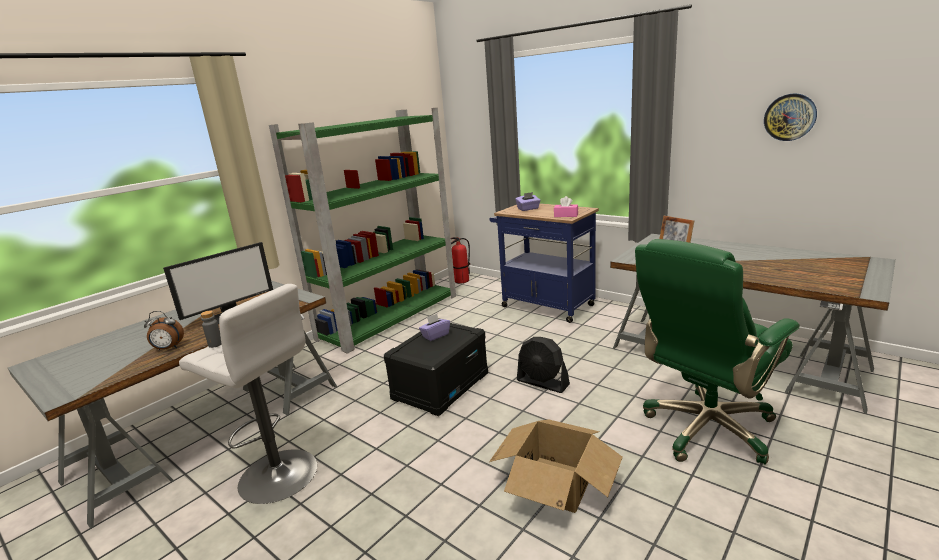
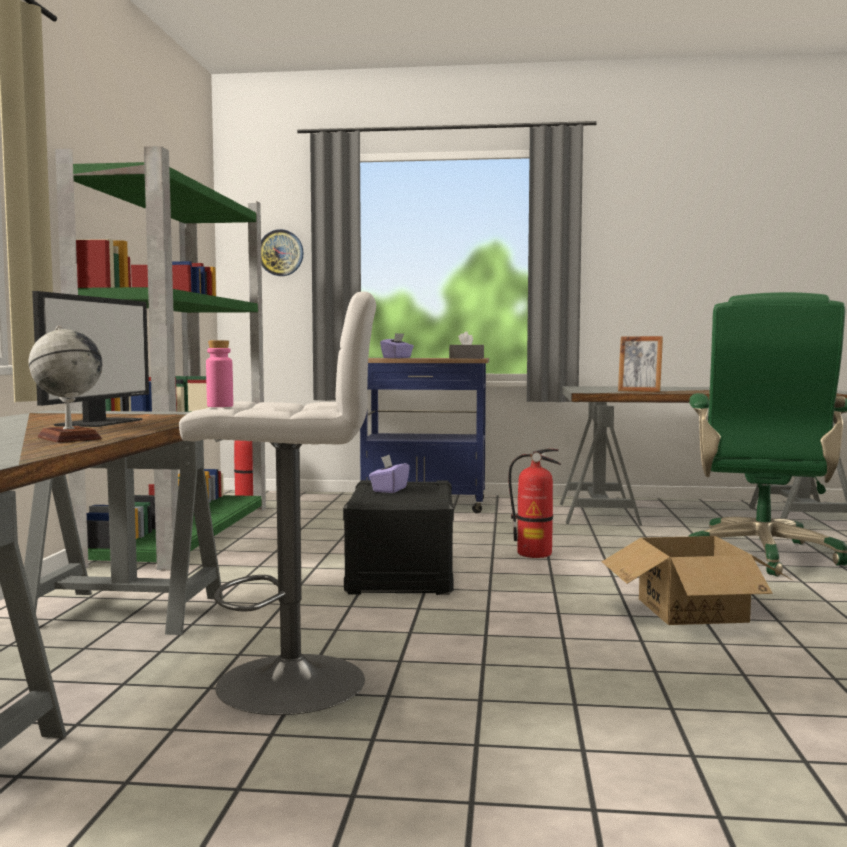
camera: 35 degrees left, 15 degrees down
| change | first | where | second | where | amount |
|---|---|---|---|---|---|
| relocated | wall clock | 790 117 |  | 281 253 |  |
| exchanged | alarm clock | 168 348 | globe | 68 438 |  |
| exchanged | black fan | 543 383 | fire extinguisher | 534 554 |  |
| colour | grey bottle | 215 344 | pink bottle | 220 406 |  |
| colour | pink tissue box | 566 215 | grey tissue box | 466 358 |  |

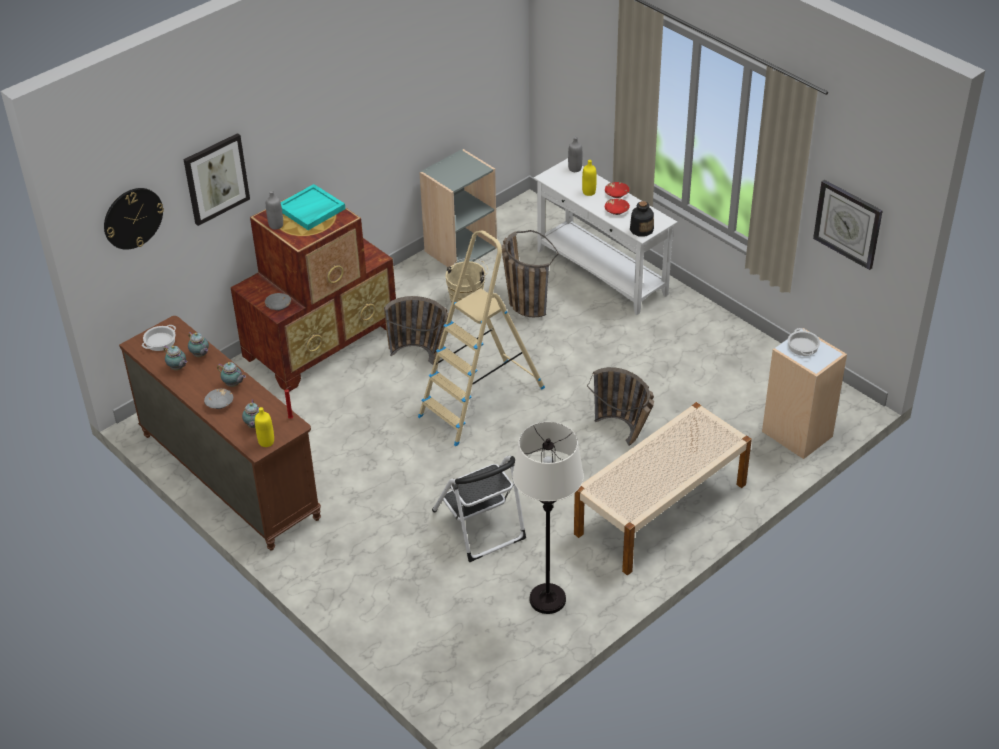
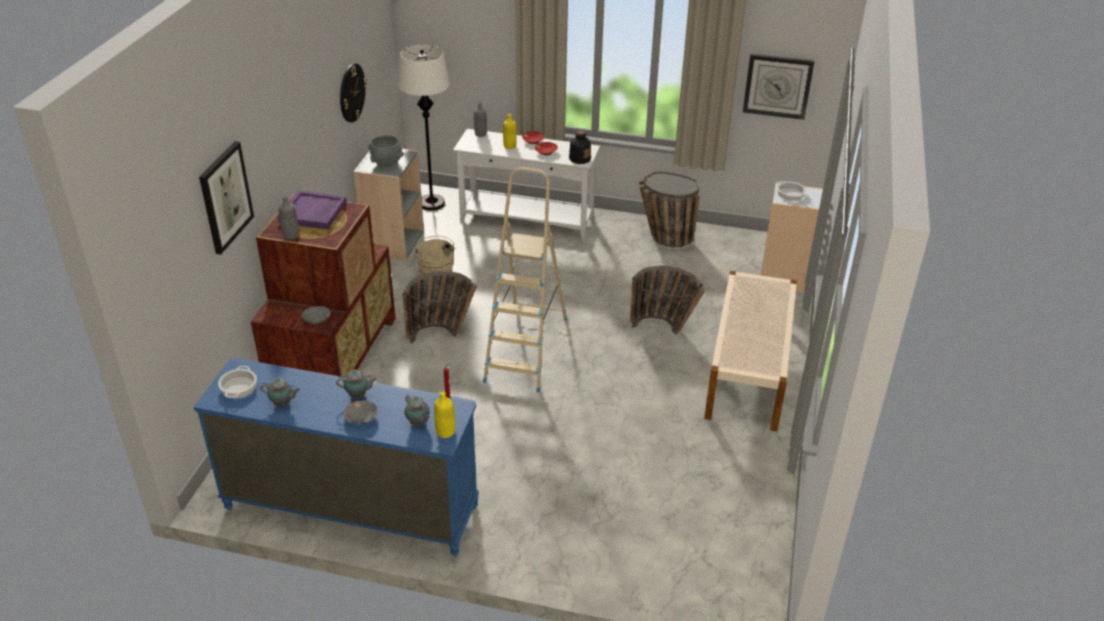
camera: 35 degrees left, 5 degrees down
| change | first | where | second | where | amount |
|---|---|---|---|---|---|
| missing | teapot | 200 355 |  |  |  |
| missing | step ladder | 480 527 |  |  |  |
| appeared |  |  | grey bowl | 387 163 |  |
| relocated | wall clock | 133 218 |  | 351 93 |  |
| relocated | basket | 522 300 |  | 662 237 |  |
| relocated | white floor lamp | 547 599 |  | 431 203 |  |
| colour | brown dresser | 229 476 | blue dresser | 350 507 |  |
| colour | turquoise tray | 311 209 | purple tray | 313 213 |  |

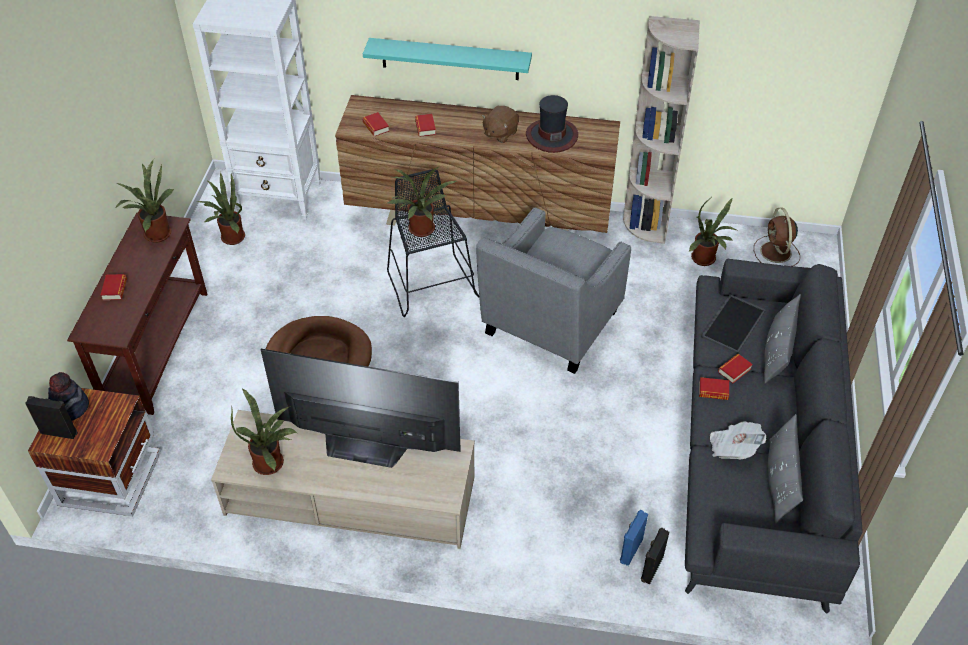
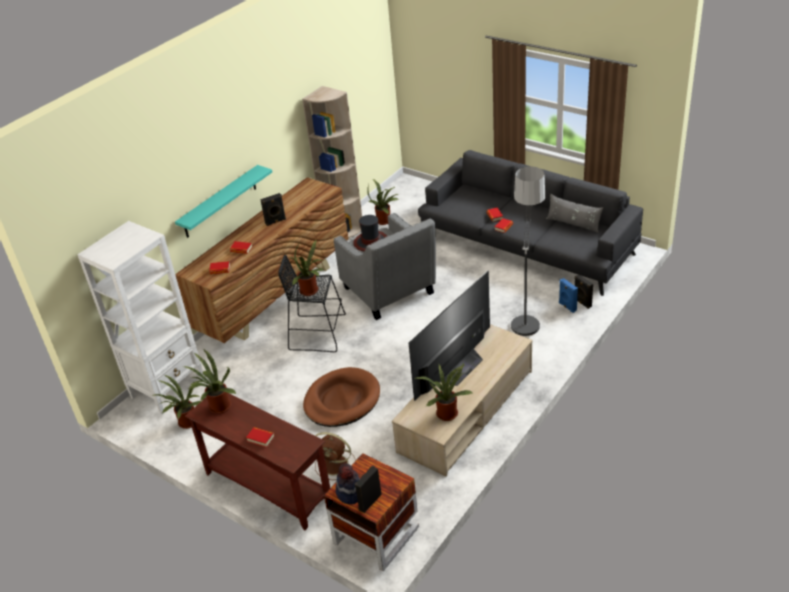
camera: 60 degrees left, 10 degrees down
| change | first | where | second | where | amount |
|---|---|---|---|---|---|
| missing | tray | 732 323 |  |  |  |
| missing | newspaper | 733 448 |  |  |  |
| missing | grey pillow | 776 352 |  |  |  |
| appeared |  |  | floor lamp | 525 312 |  |
| relocated | hat | 551 135 |  | 371 242 |  |
| relocated | brown fan | 776 253 |  | 336 465 |  |
| exchanged | brown plush toy | 500 133 | black speaker | 275 222 |  |

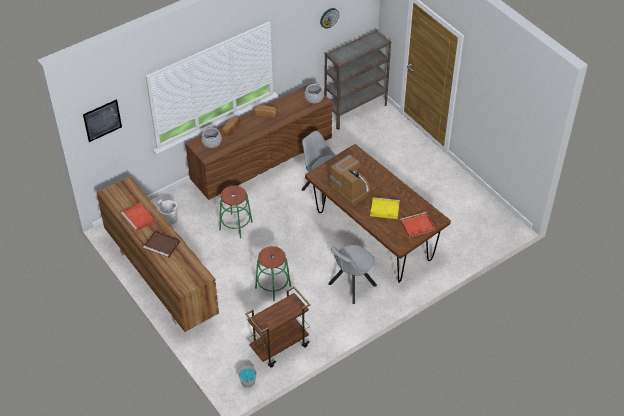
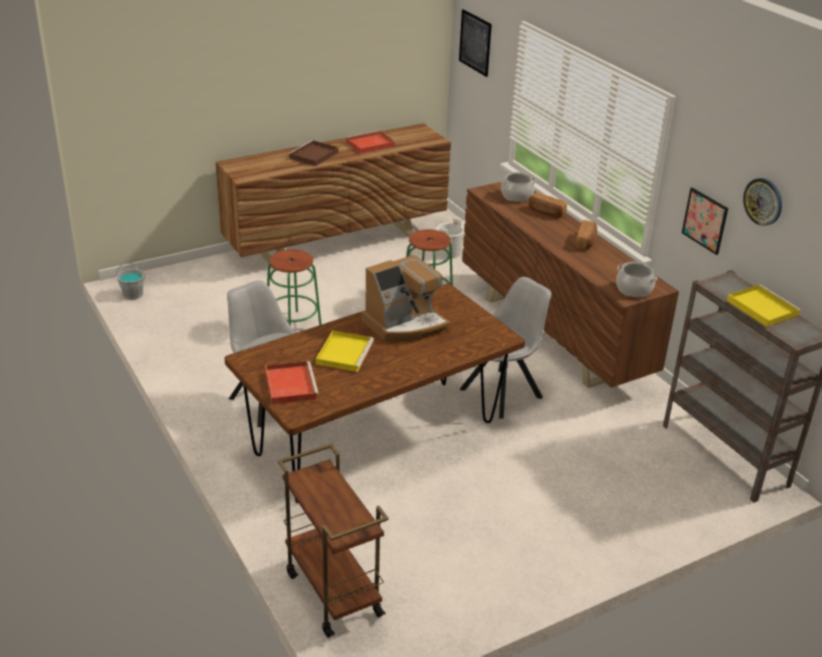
camera: 95 degrees right, 15 degrees down
| change | first | where | second | where | amount |
|---|---|---|---|---|---|
| appeared |  |  | picture | 705 220 |  |
| appeared |  |  | yellow tray | 761 307 |  |
| relocated | brown cart | 279 348 |  | 332 592 |  |

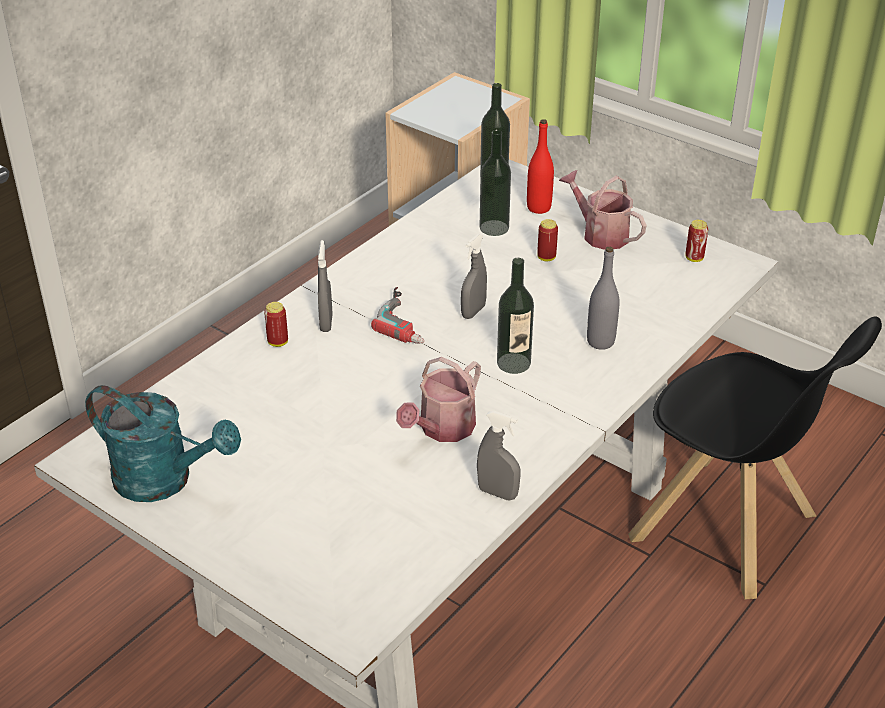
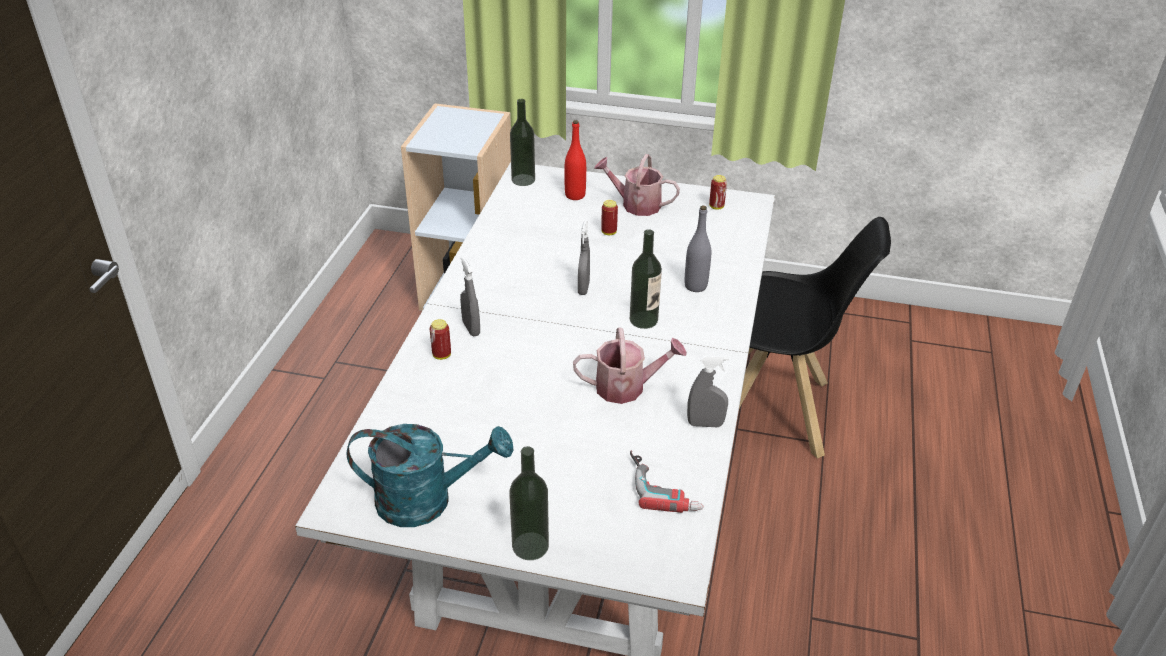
camera: 25 degrees left, 0 degrees up
| change | first | where | second | where | amount |
|---|---|---|---|---|---|
| relocated | power drill | 408 321 |  | 665 485 |  |
| relocated | bottle | 494 228 |  | 530 546 |  |
| spun | watering can | 442 429 |  | 627 387 | 105 degrees counterclockwise |

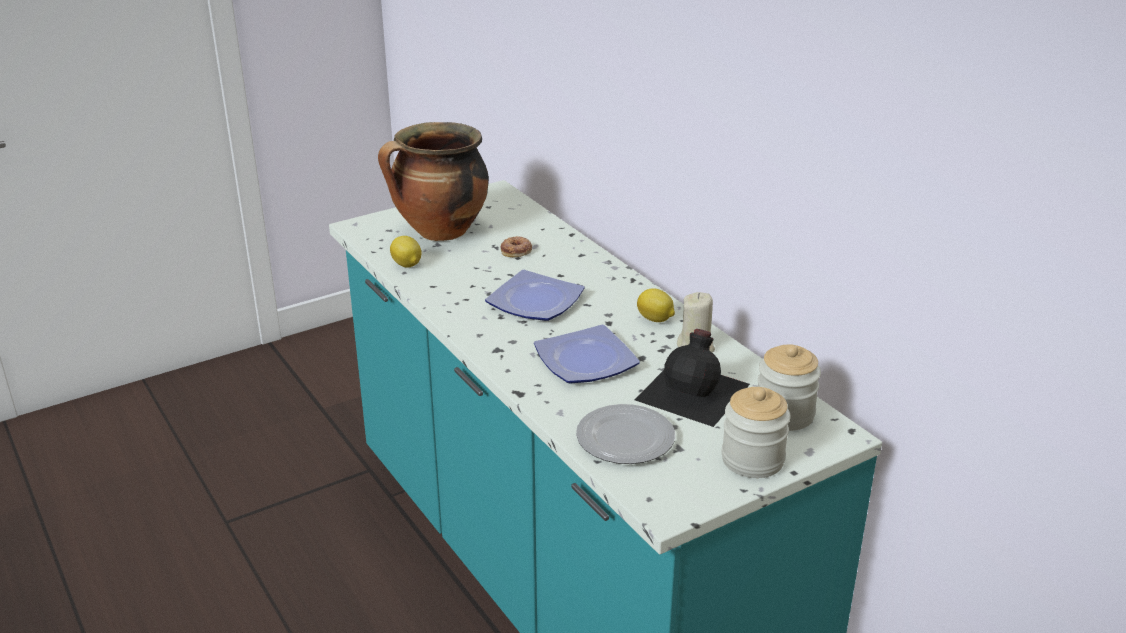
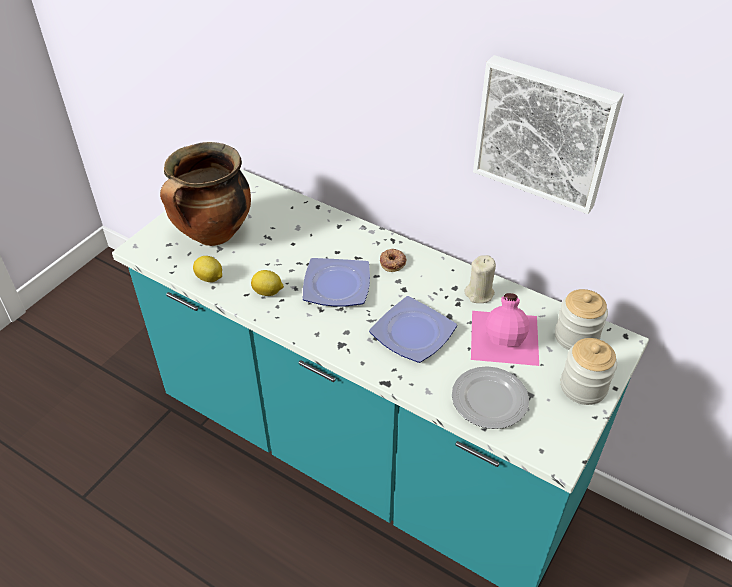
camera: 25 degrees left, 15 degrees up
| change | first | where | second | where | amount |
|---|---|---|---|---|---|
| appeared |  |  | picture | 545 132 |  |
| relocated | donut | 516 250 |  | 393 262 |  |
| relocated | lemon | 655 319 |  | 268 292 |  |
| colour | black bottle | 694 391 | pink bottle | 505 336 |  |

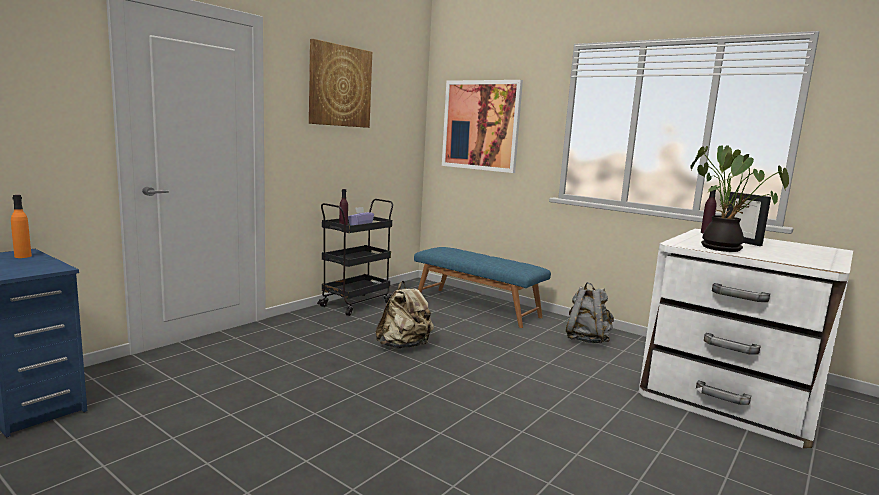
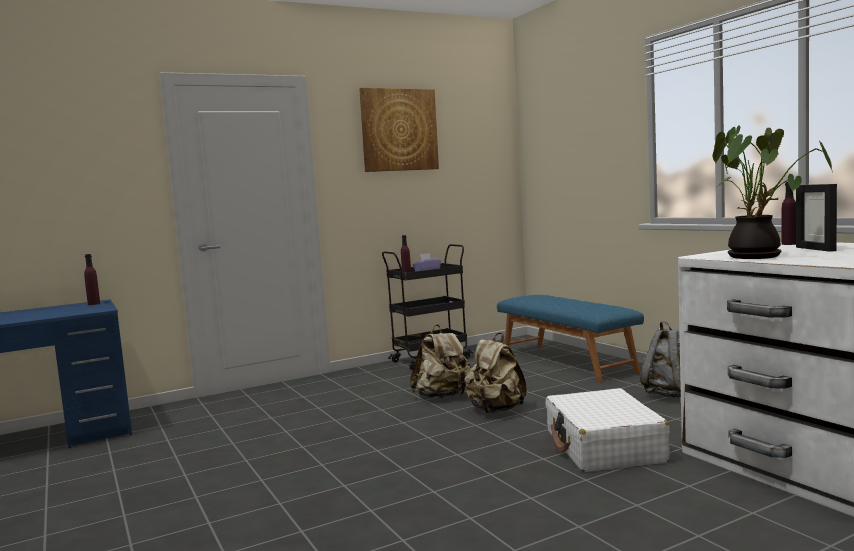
camera: 25 degrees right, 5 degrees down
| change | first | where | second | where | amount |
|---|---|---|---|---|---|
| missing | picture | 481 125 |  |  |  |
| appeared |  |  | beige backpack | 496 410 |  |
| appeared |  |  | white suitcase | 604 447 |  |
| colour | orange bottle | 23 256 | purple bottle | 94 304 |  |

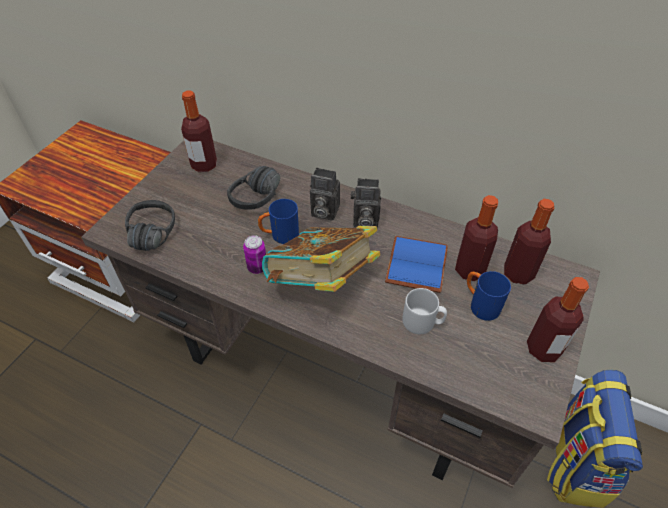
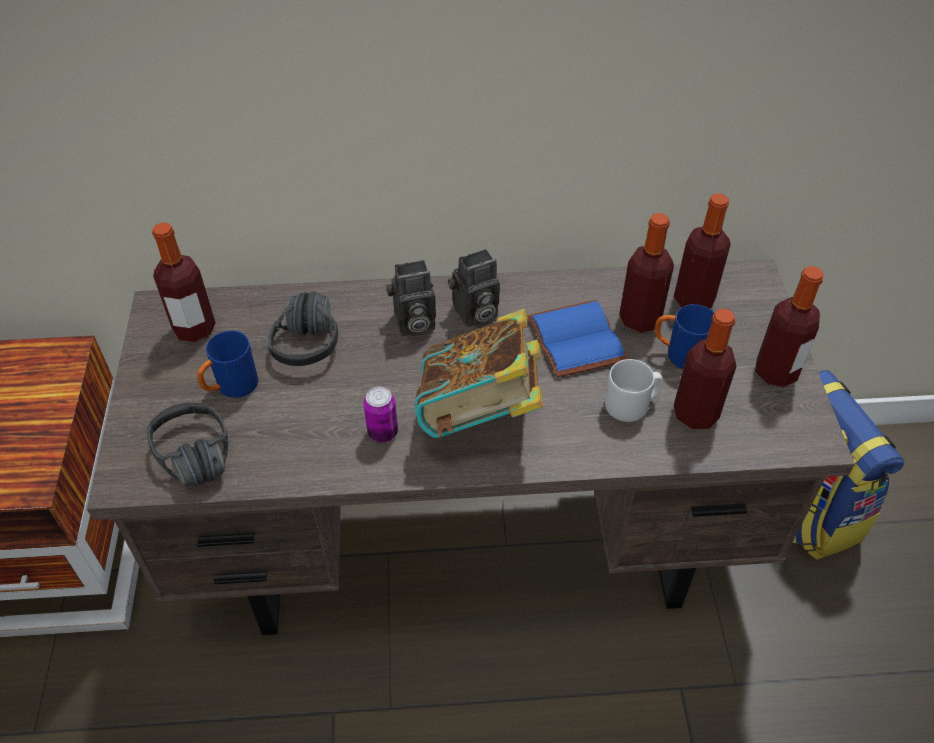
camera: 30 degrees left, 0 degrees up
| change | first | where | second | where | amount |
|---|---|---|---|---|---|
| appeared |  |  | bottle | 695 414 |  |
| relocated | blue mug | 280 236 |  | 231 388 |  |

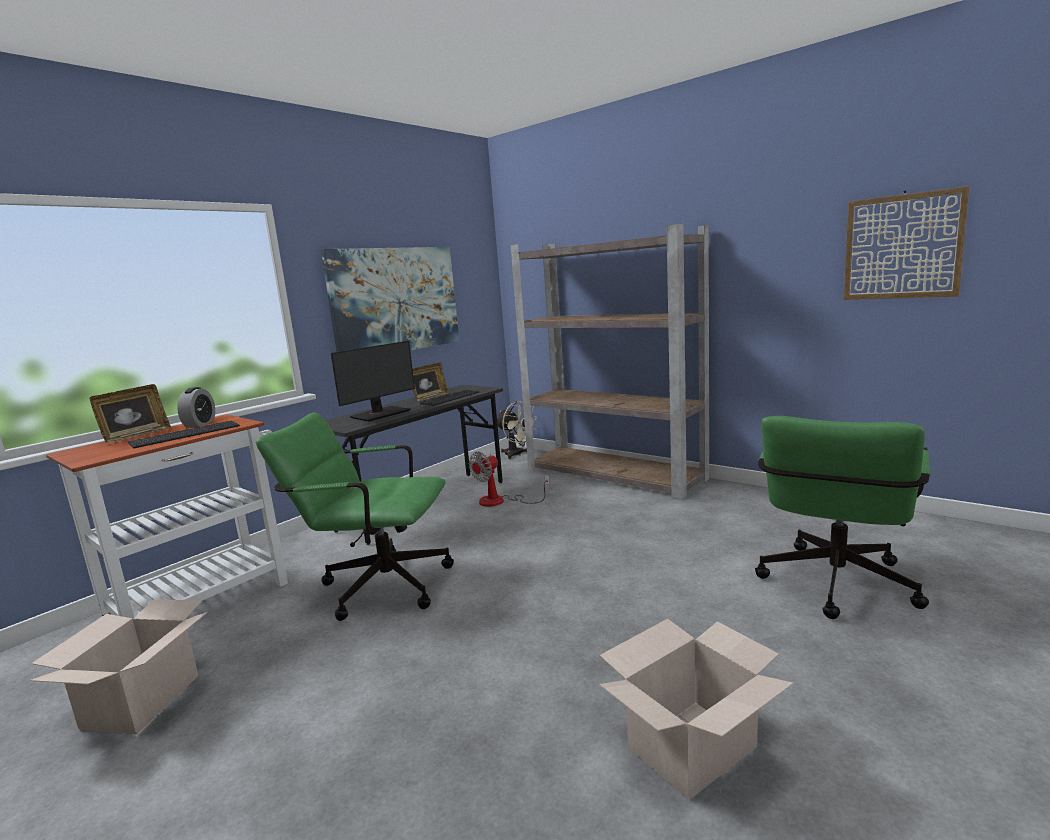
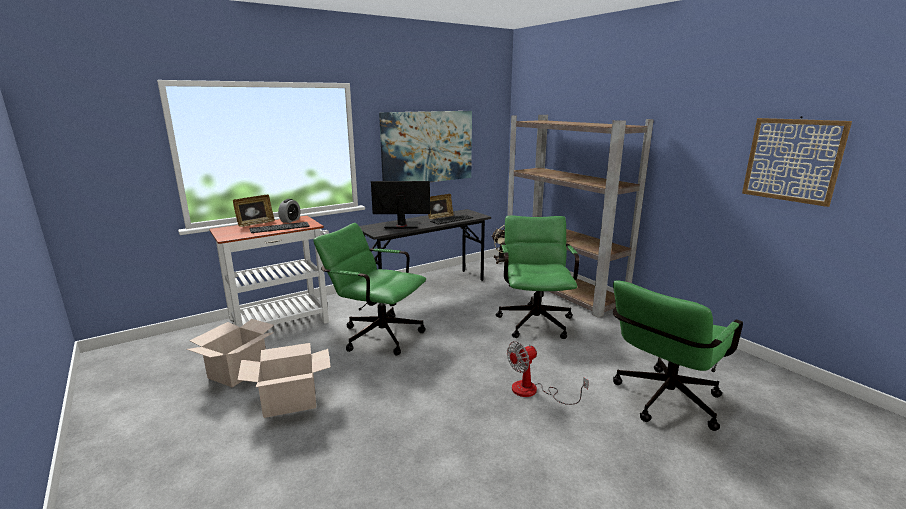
camera: 15 degrees right, 5 degrees up
| change | first | where | second | where | amount |
|---|---|---|---|---|---|
| appeared |  |  | green office chair | 534 319 |  |
| relocated | fan | 501 501 |  | 533 391 |  |
| relocated | cardboard box | 692 748 |  | 290 401 |  |
| spun | monitor | 380 414 |  | 401 225 | 150 degrees counterclockwise |

